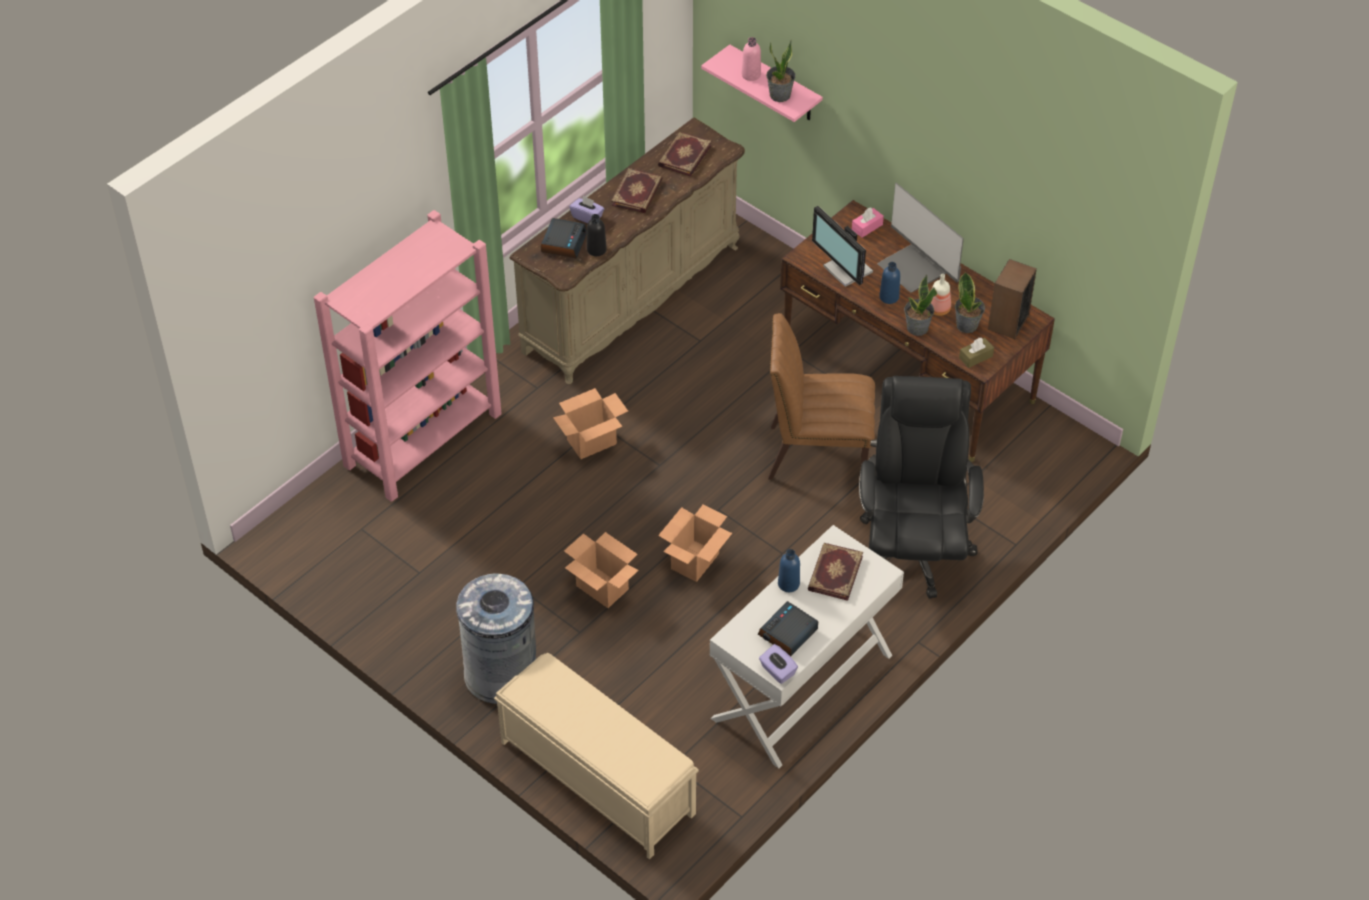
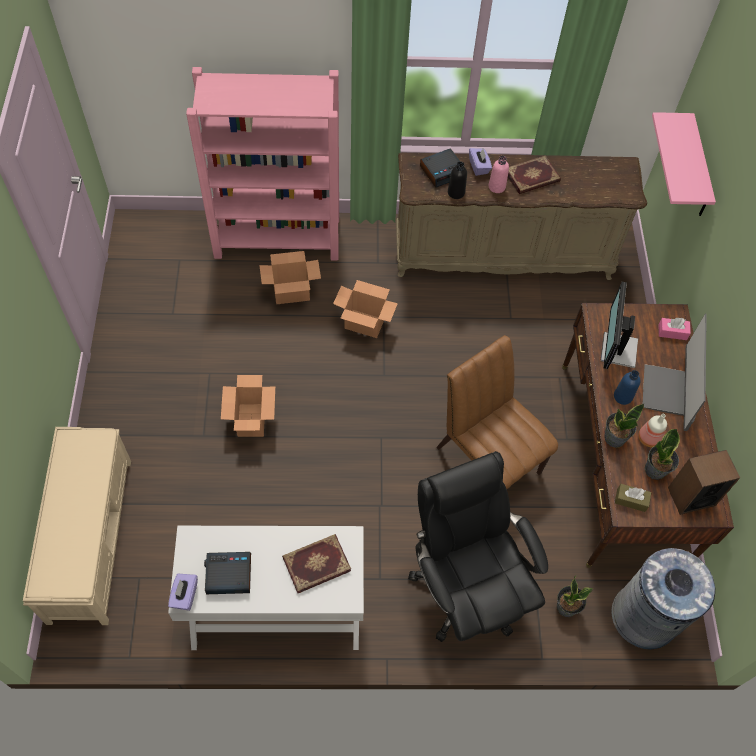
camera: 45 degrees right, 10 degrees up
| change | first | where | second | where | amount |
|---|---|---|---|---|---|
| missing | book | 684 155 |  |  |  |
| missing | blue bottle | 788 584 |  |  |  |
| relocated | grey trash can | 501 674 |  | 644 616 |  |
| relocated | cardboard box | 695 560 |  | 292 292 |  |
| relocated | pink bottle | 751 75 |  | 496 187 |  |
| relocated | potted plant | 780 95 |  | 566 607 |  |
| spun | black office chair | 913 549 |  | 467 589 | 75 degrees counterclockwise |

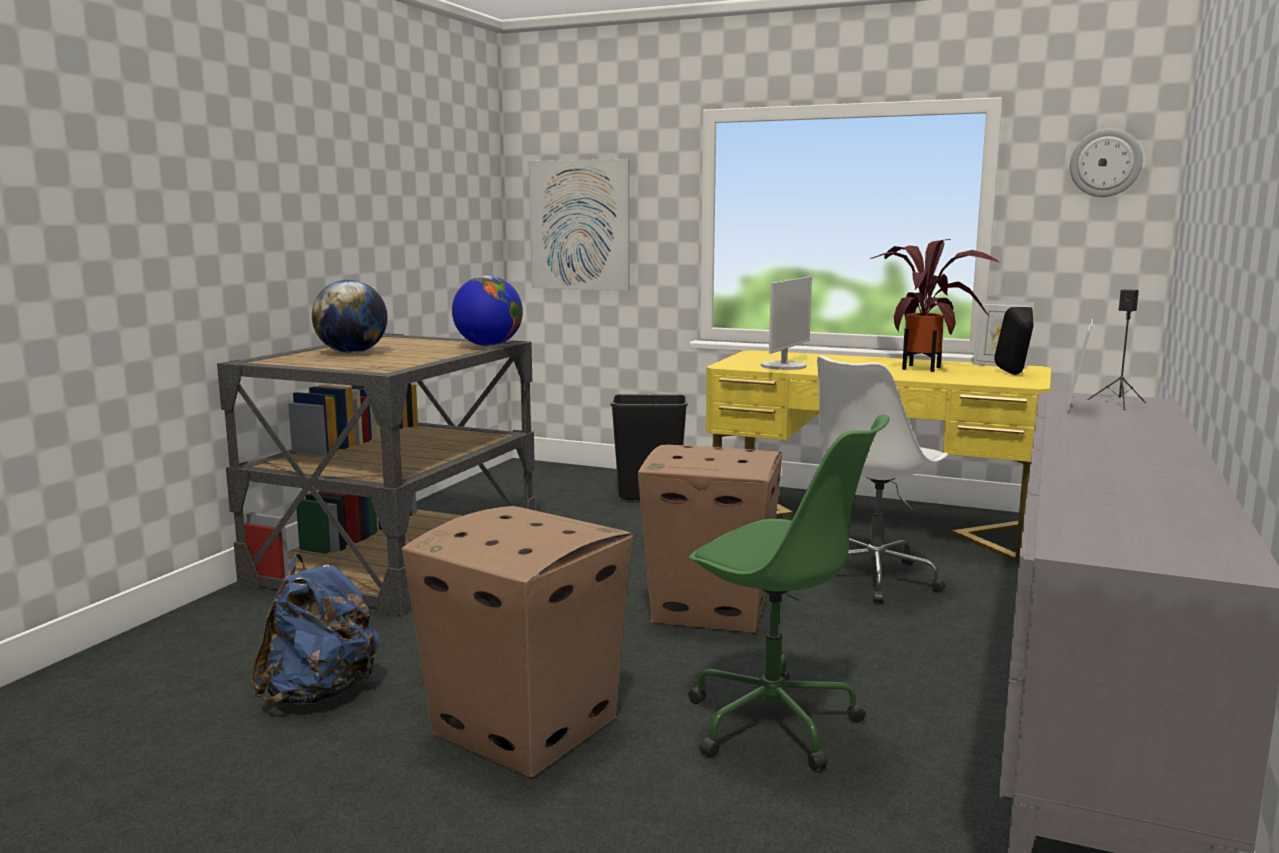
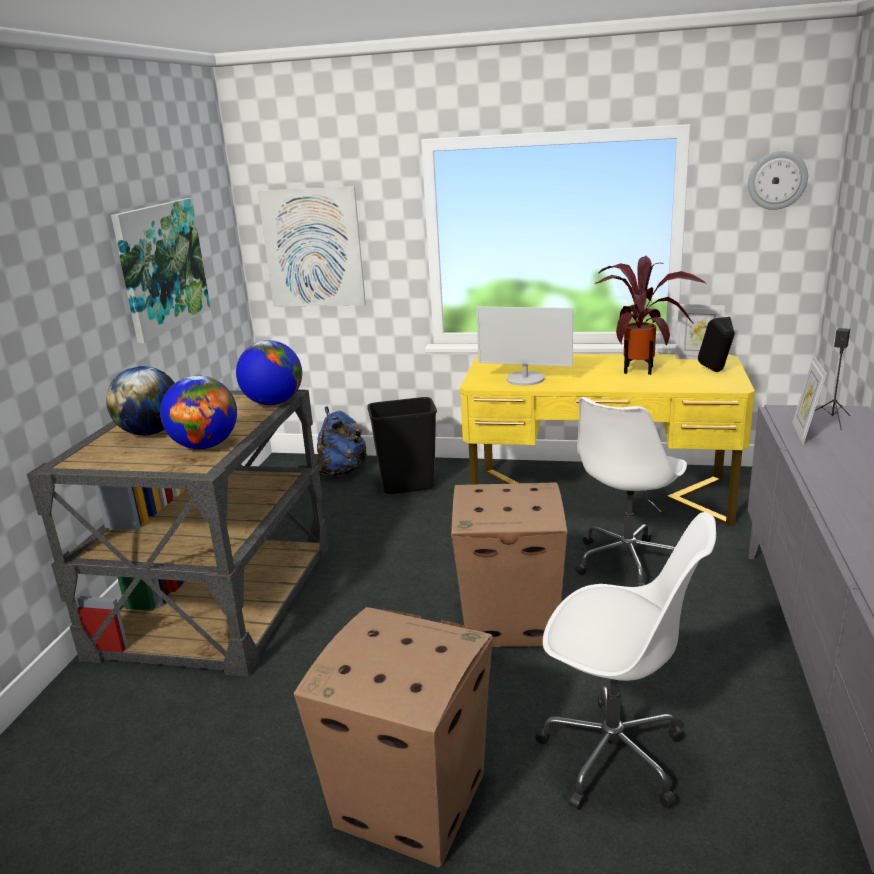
camera: 10 degrees left, 10 degrees up
| change | first | where | second | where | amount |
|---|---|---|---|---|---|
| appeared |  |  | picture | 161 267 |  |
| appeared |  |  | globe | 205 446 |  |
| relocated | blue backpack | 320 693 |  | 342 471 |  |
| colour | green office chair | 776 725 | white office chair | 616 757 |  |
| spun | monitor | 784 366 |  | 525 379 | 90 degrees clockwise |

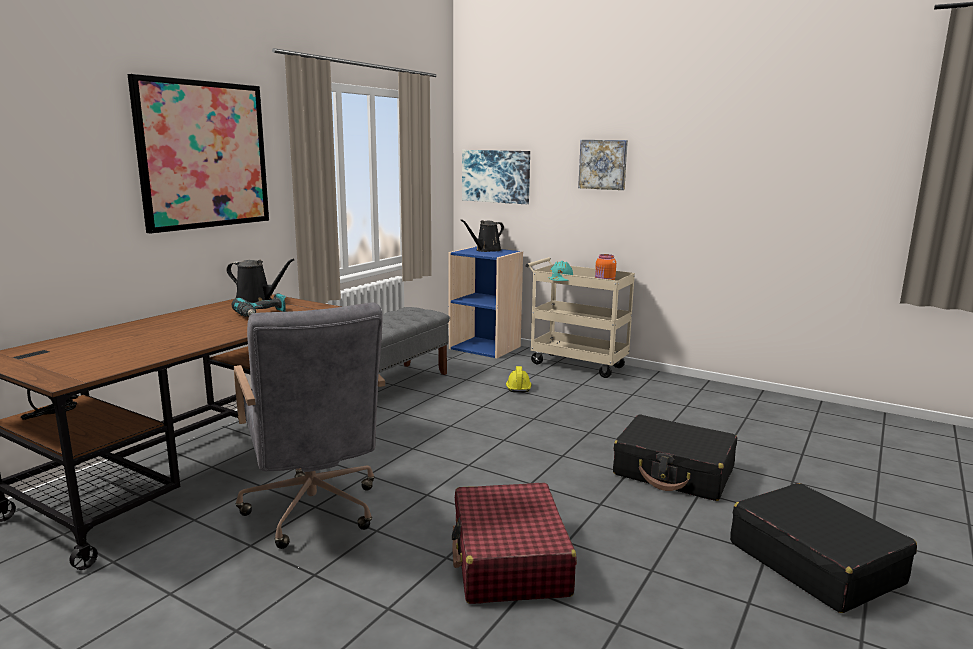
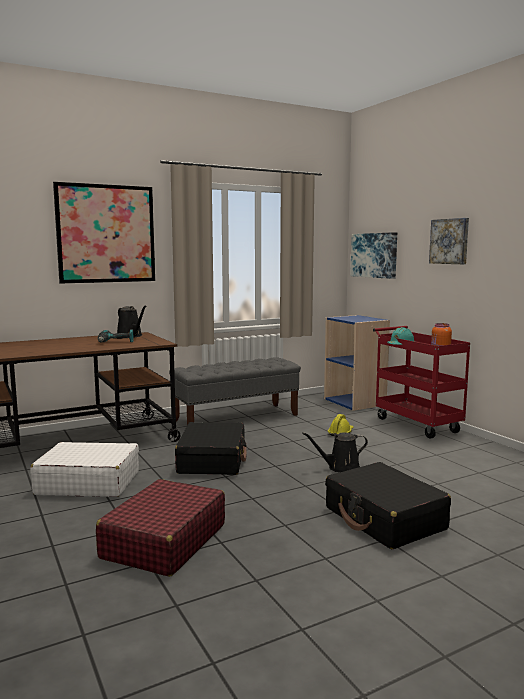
camera: 30 degrees right, 5 degrees down
| change | first | where | second | where | amount |
|---|---|---|---|---|---|
| relocated | black watering can | 486 250 |  | 341 468 |  |
| relocated | black suitcase | 814 562 |  | 212 460 |  |
| exchanged | grey office chair | 314 515 | white suitcase | 88 483 |  |
| colour | beige cart | 575 365 | red cart | 415 425 |  |

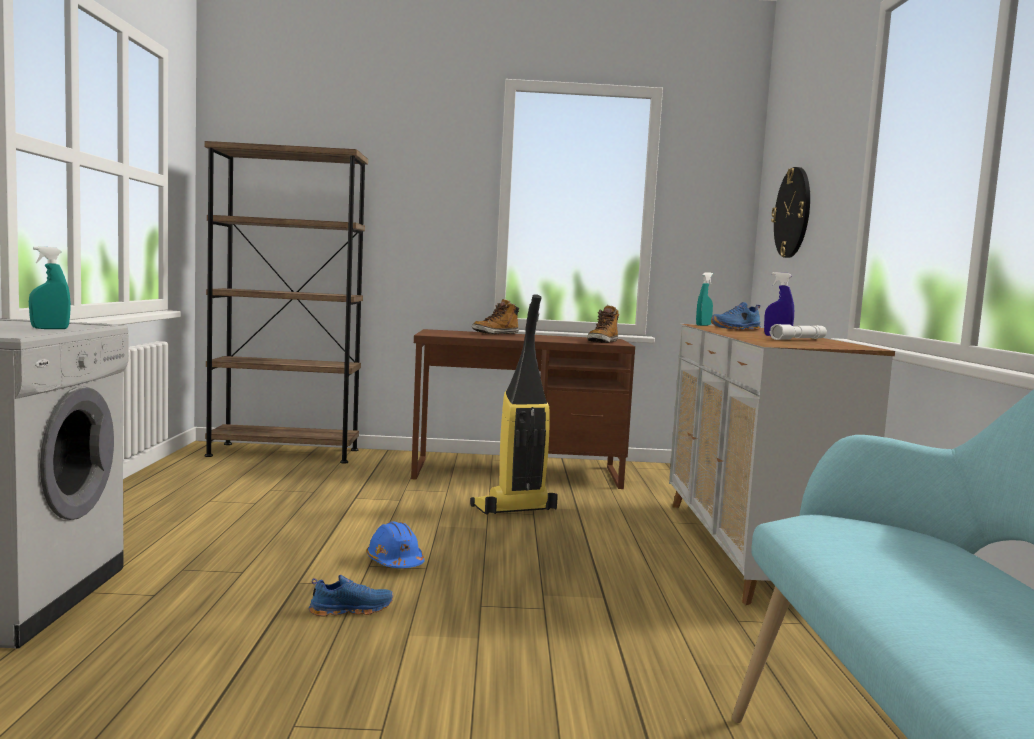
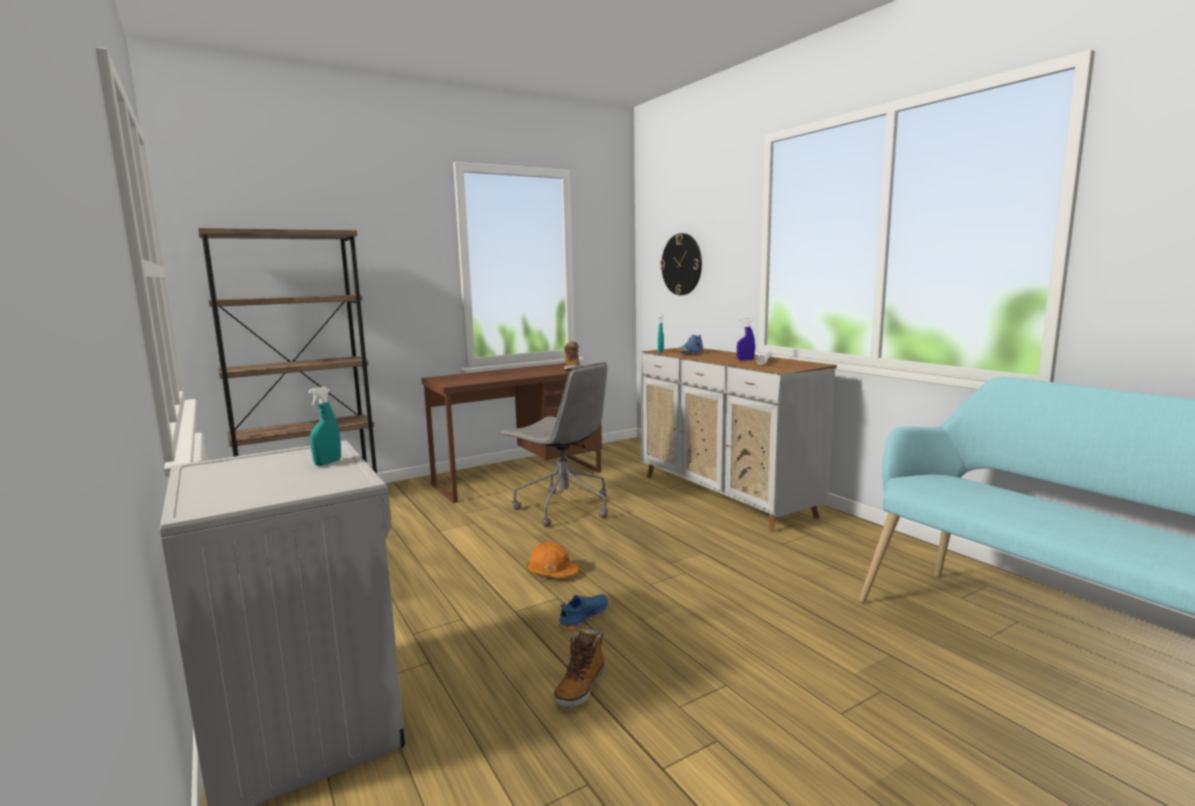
camera: 30 degrees left, 5 degrees up
| change | first | where | second | where | amount |
|---|---|---|---|---|---|
| relocated | boot | 495 333 |  | 580 686 |  |
| exchanged | vacuum cleaner | 513 509 | grey office chair | 560 507 |  |
| colour | blue hard hat | 395 562 | orange hard hat | 552 572 |  |

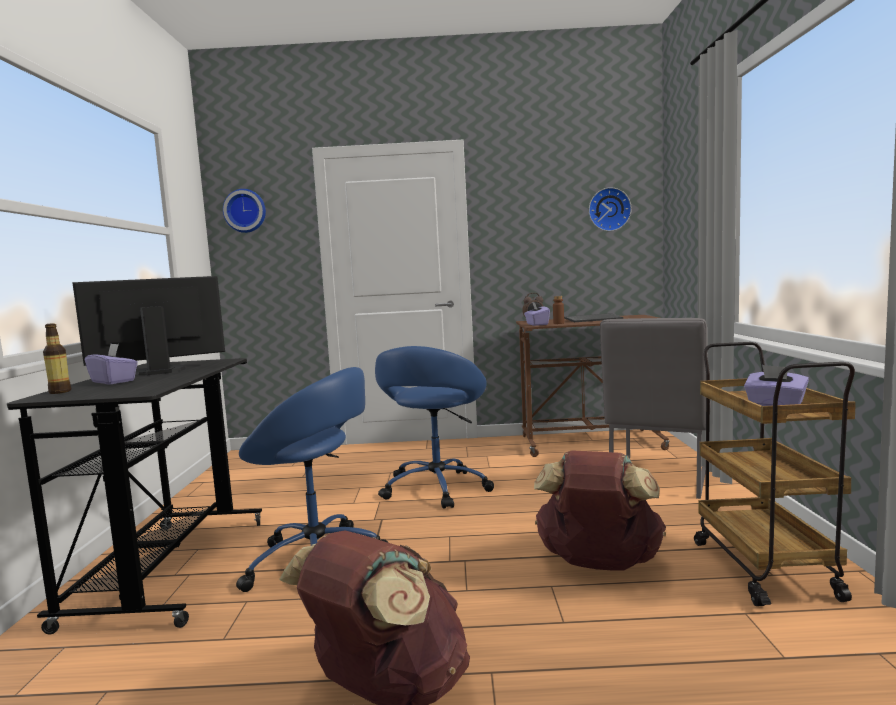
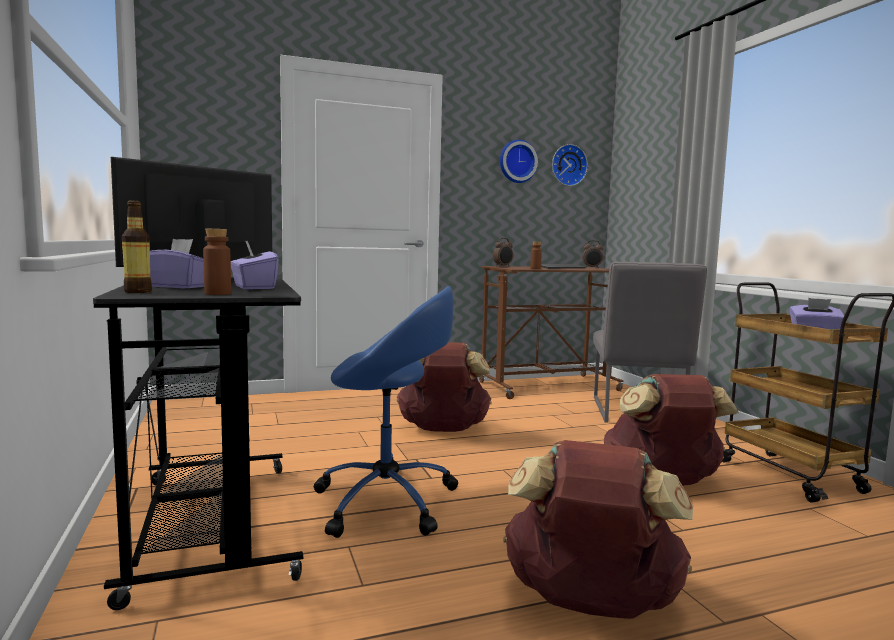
camera: 20 degrees left, 0 degrees up
| change | first | where | second | where | amount |
|---|---|---|---|---|---|
| appeared |  |  | brown bottle | 218 293 |  |
| appeared |  |  | alarm clock | 592 268 |  |
| relocated | wall clock | 245 211 |  | 517 161 |  |
| relocated | purple tissue box | 537 324 |  | 253 287 |  |
| exchanged | blue office chair | 435 489 | brown backpack | 443 430 |  |

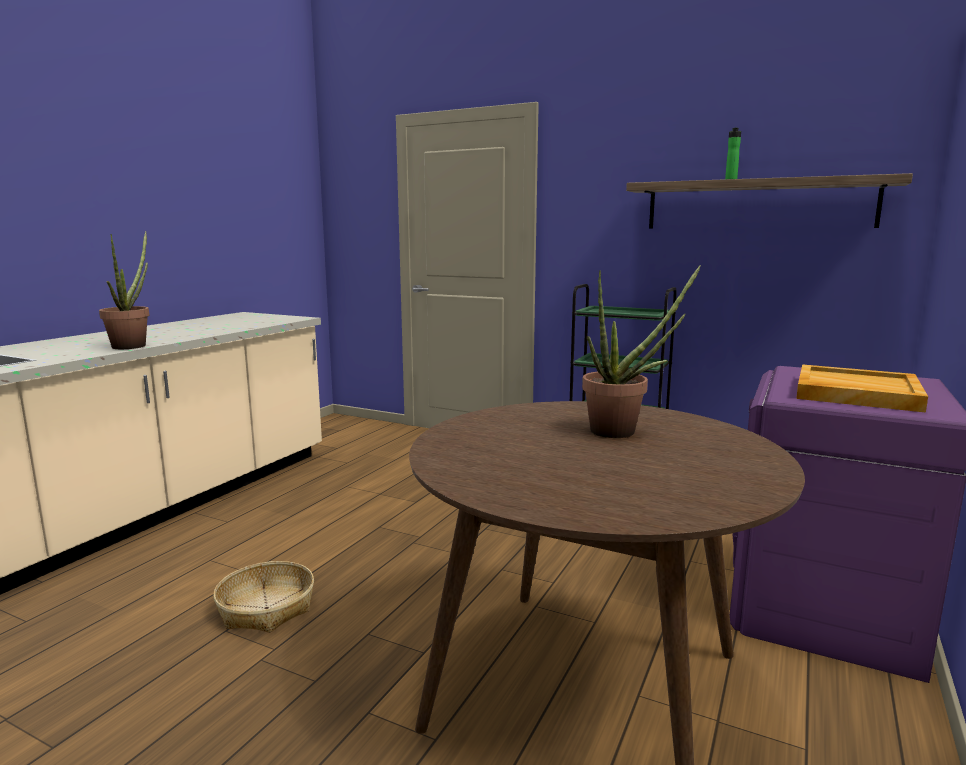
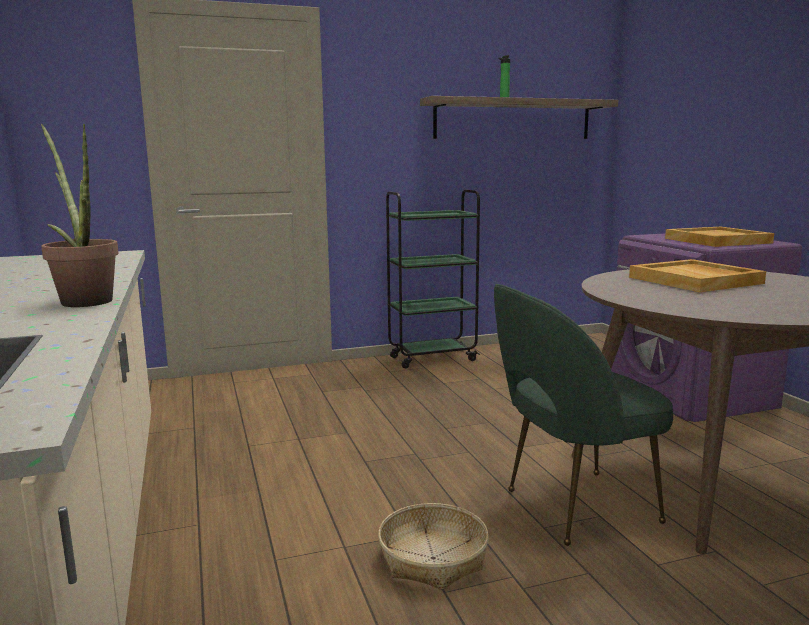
camera: 45 degrees left, 0 degrees up
| change | first | where | second | where | amount |
|---|---|---|---|---|---|
| appeared |  |  | green chair | 570 508 |  |
| exchanged | potted plant | 622 431 | beige tray | 696 280 |  |

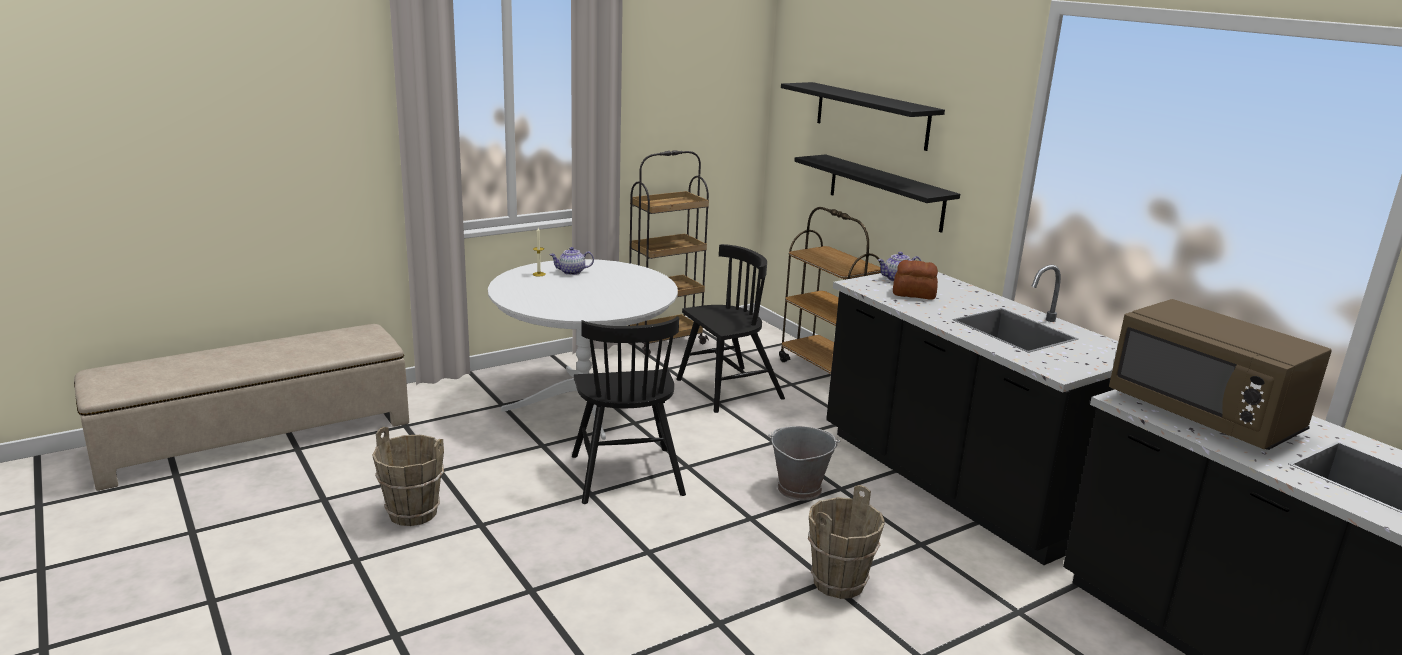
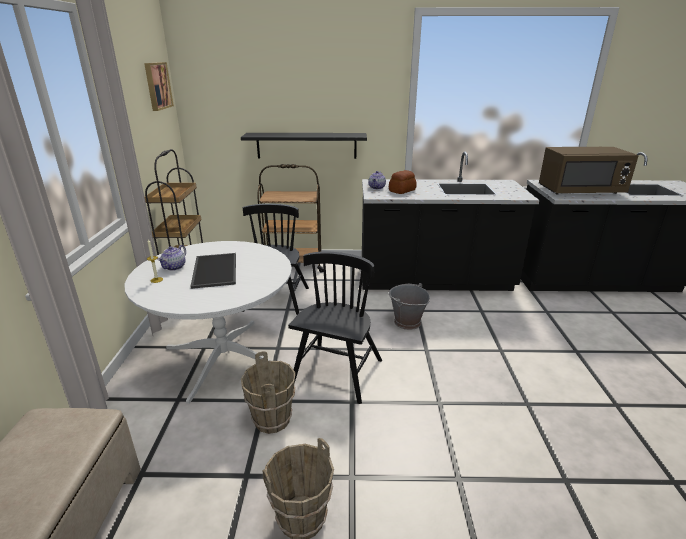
camera: 55 degrees left, 5 degrees up
| change | first | where | second | where | amount |
|---|---|---|---|---|---|
| missing | black shelf | 871 115 |  |  |  |
| appeared |  |  | picture | 157 86 |  |
| appeared |  |  | tray | 214 270 |  |
| relocated | brown bucket | 839 583 |  | 272 419 |  |
| spun | black chair | 625 471 |  | 335 375 | 90 degrees counterclockwise |

